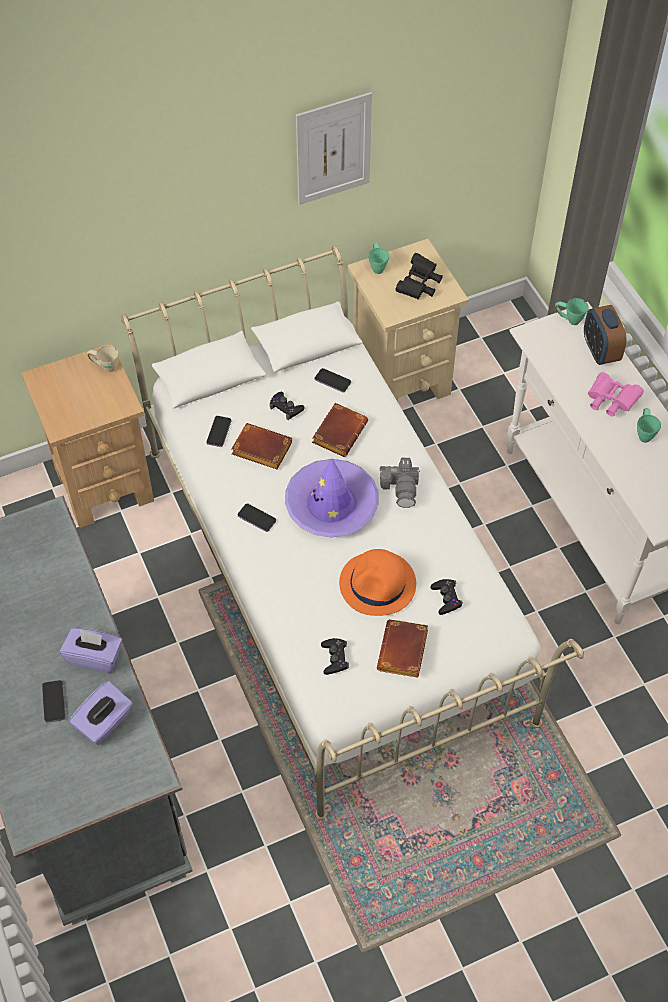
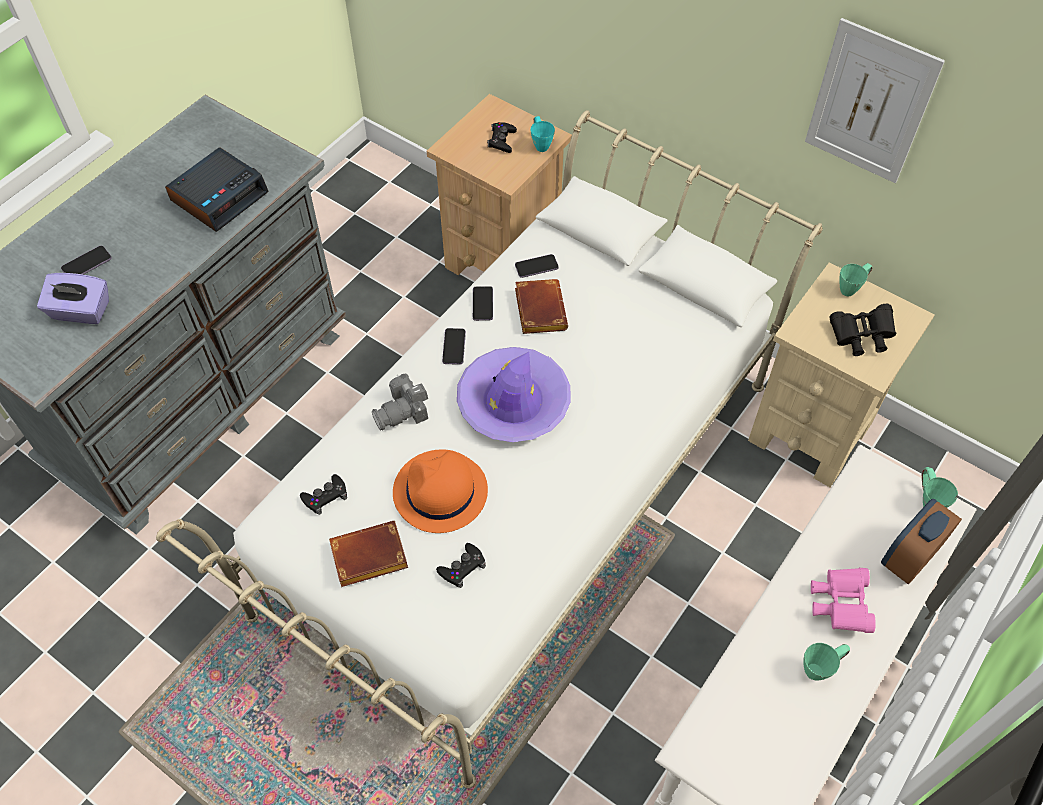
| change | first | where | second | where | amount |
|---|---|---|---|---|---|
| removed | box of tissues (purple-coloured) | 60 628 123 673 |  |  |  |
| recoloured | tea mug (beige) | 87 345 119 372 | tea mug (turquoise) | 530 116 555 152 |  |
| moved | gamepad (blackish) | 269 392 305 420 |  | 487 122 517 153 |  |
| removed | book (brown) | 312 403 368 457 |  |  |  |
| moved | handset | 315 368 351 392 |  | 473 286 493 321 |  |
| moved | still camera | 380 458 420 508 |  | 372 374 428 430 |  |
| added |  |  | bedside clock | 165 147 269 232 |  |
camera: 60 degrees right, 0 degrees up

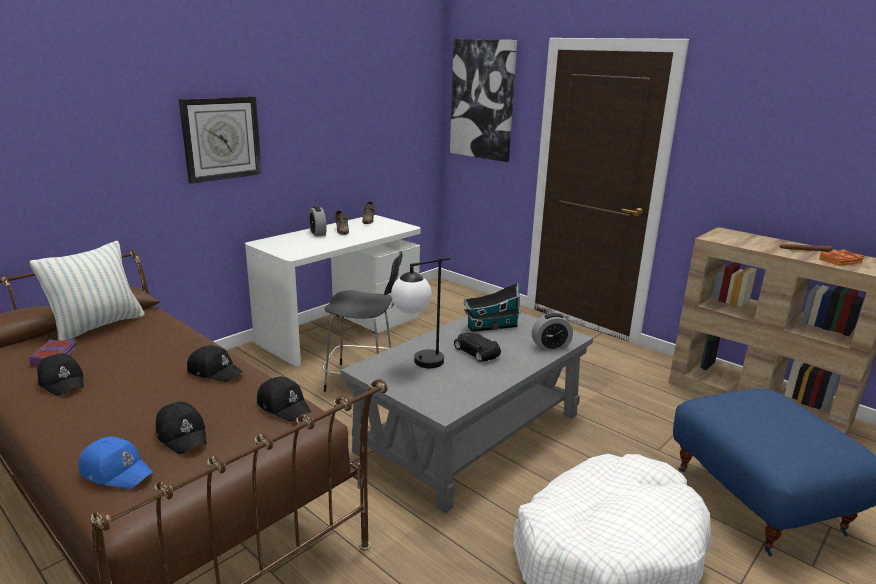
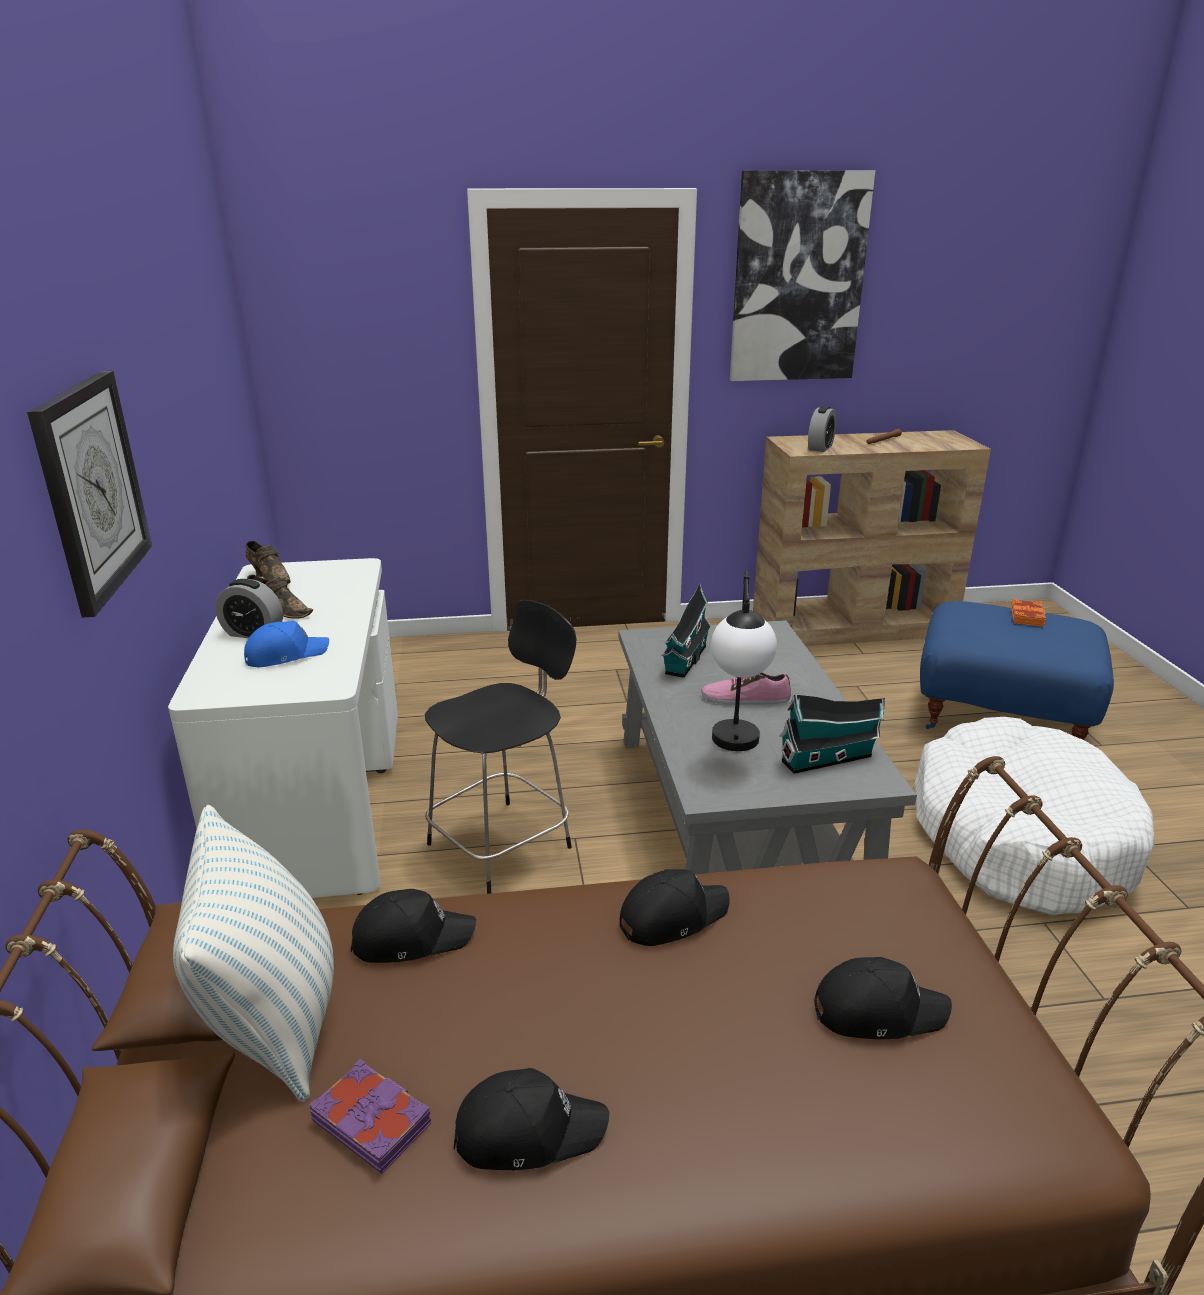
| change | first | where | second | where | amount |
|---|---|---|---|---|---|
| moved | cap (blue) | 79 436 153 489 |  | 244 621 329 667 |  |
| moved | cap (blackish) | 257 377 311 422 |  | 351 889 476 963 |  |
| moved | wall picture | 450 39 517 162 |  | 730 170 875 381 |  |
| replaced | miniature car (blackish) | 454 333 501 362 | item of footwear | 701 672 791 705 |  |
| moved | bedside clock | 532 313 573 351 |  | 808 406 836 452 |  |
| moved | book (orangey) | 819 249 864 266 |  | 1011 599 1046 627 |  |
| added |  |  | model house | 779 694 885 774 |  |
camera: 50 degrees left, 5 degrees up

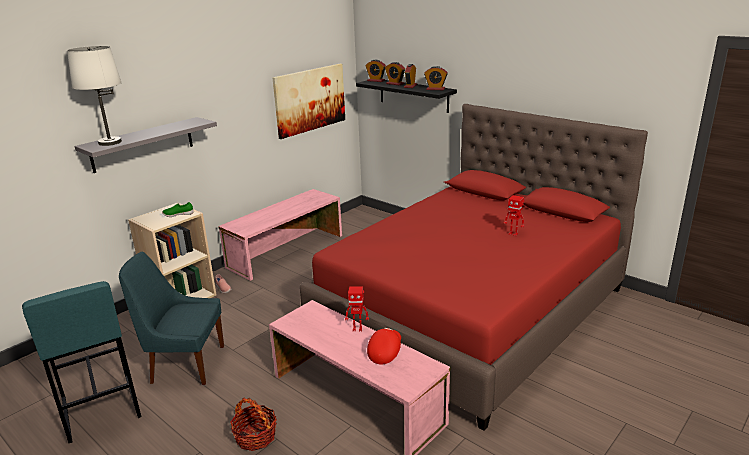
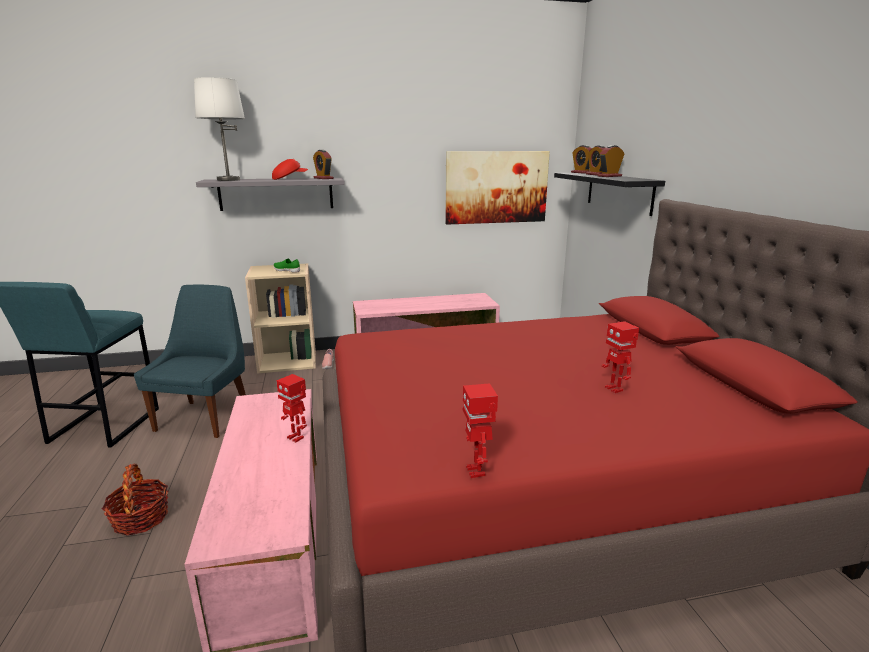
| change | first | where | second | where | amount |
|---|---|---|---|---|---|
| turned | upright chair (blue) | 119 252 224 385 |  | 134 285 246 438 | 60 degrees clockwise |
| moved | cap (reddish) | 367 328 401 365 |  | 272 159 308 180 |  |
| moved | bedside clock | 424 66 448 90 |  | 313 150 334 179 |  |
| added |  |  | model robot | 463 383 498 478 |  |
camera: 35 degrees right, 5 degrees down

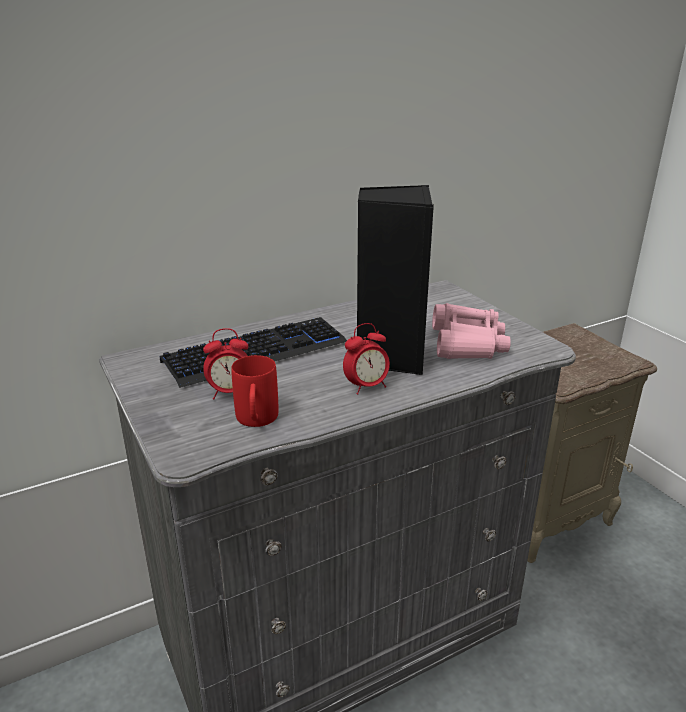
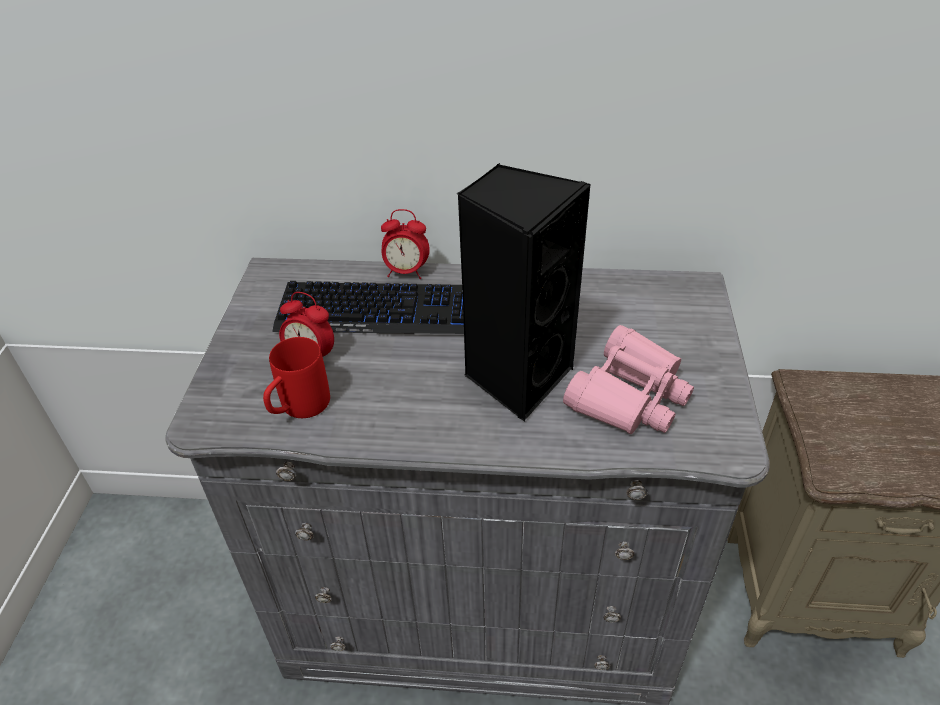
| change | first | where | second | where | amount |
|---|---|---|---|---|---|
| moved | bedside clock | 343 323 390 395 |  | 381 209 430 279 |  |
camera: 35 degrees right, 15 degrees up

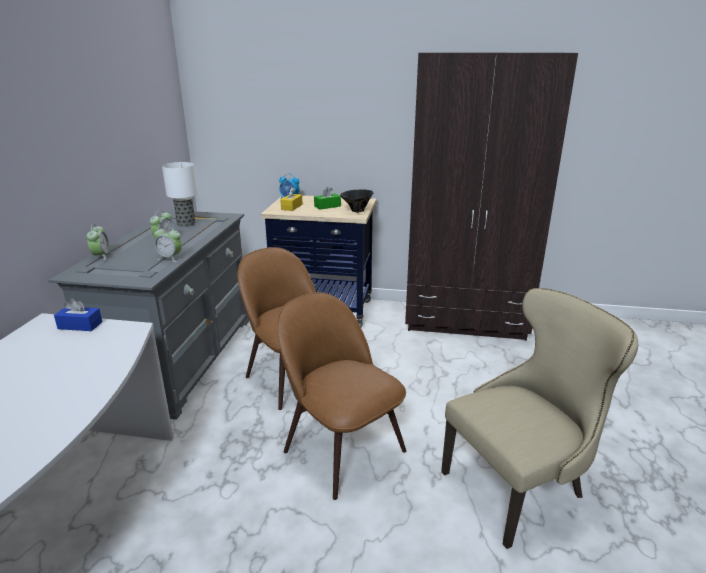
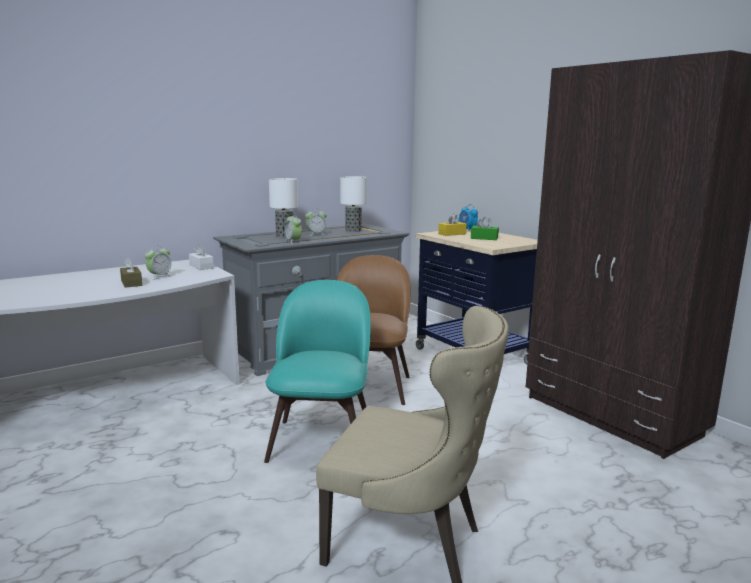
| change | first | where | second | where | amount |
|---|---|---|---|---|---|
| recoloured | box of tissues (blue) | 54 298 102 331 | box of tissues (white-coloured) | 189 244 214 270 |  |
| moved | bedside clock | 86 224 112 261 |  | 145 245 171 280 |  |
| recoloured | upright chair (brown) | 277 292 407 500 | upright chair (turquoise) | 264 280 371 463 |  |
| removed | bowl (blackish) | 340 189 373 213 |  |  |  |
| added |  |  | box of tissues (brown) | 120 258 142 288 |  |
| added |  |  | table lamp | 269 178 298 237 |  |
camera: 45 degrees right, 10 degrees down

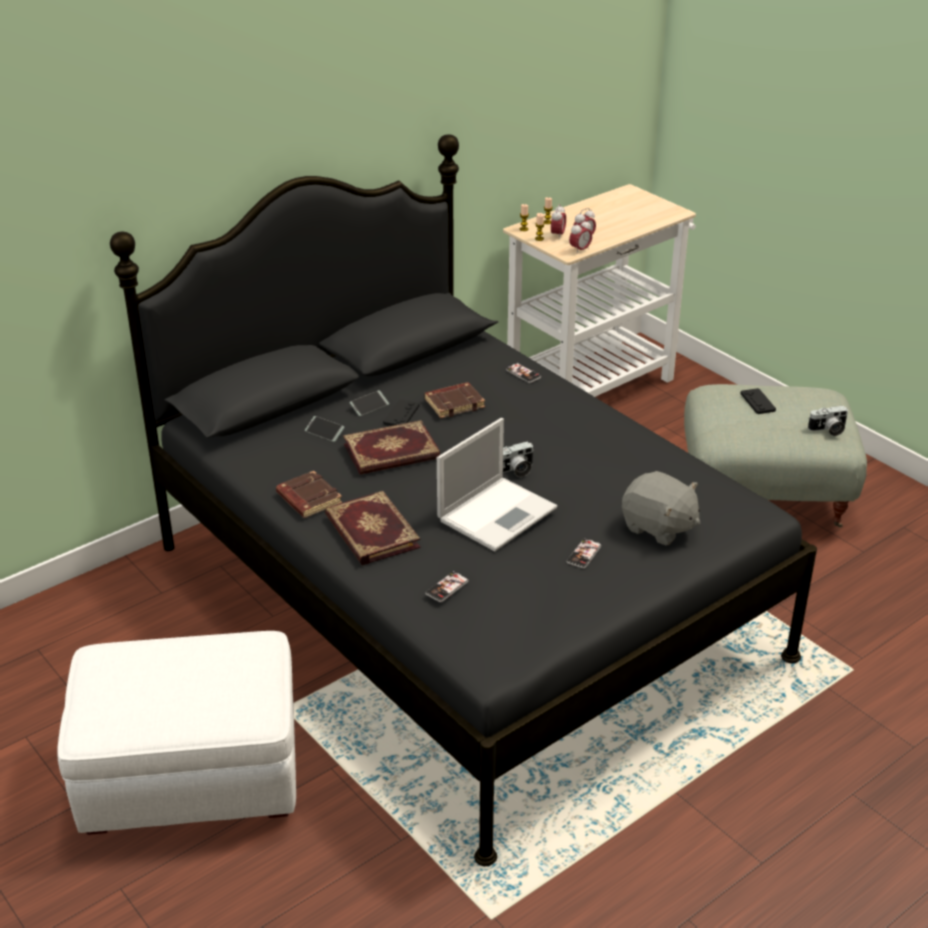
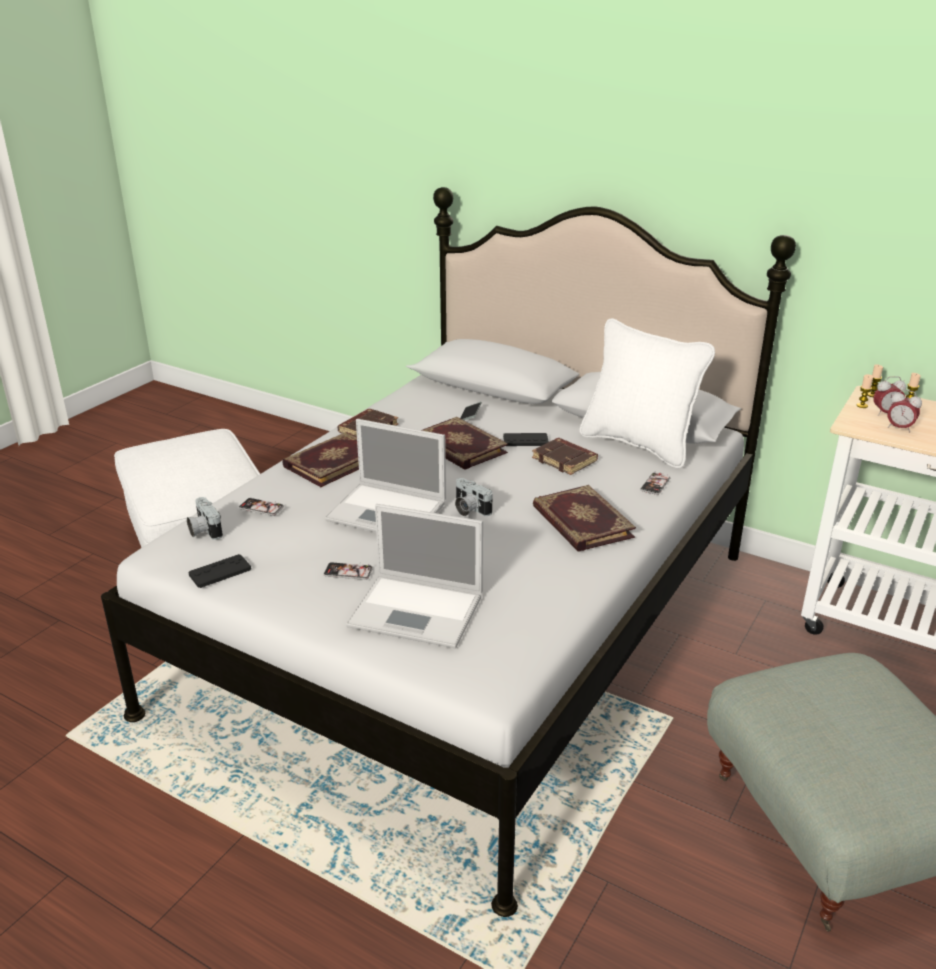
| change | first | where | second | where | amount |
|---|---|---|---|---|---|
| recoloured | bed (blackish) | 110 134 817 866 | bed (white-coloured) | 101 187 796 917 |  |
| removed | handset | 350 390 389 416 |  |  |  |
| removed | bedside clock | 569 219 592 254 |  |  |  |
| replaced | plush toy (grey) | 622 471 700 545 | laptop | 346 504 483 649 |  |
| moved | gamepad (blackish) | 740 388 776 414 |  | 188 554 251 588 |  |
| moved | still camera | 808 406 848 436 |  | 187 497 223 540 |  |
| added |  |  | book | 533 485 636 552 |  |
| added |  |  | cushion (white-coloured) | 579 318 715 468 |  |
camera: 70 degrees right, 5 degrees down

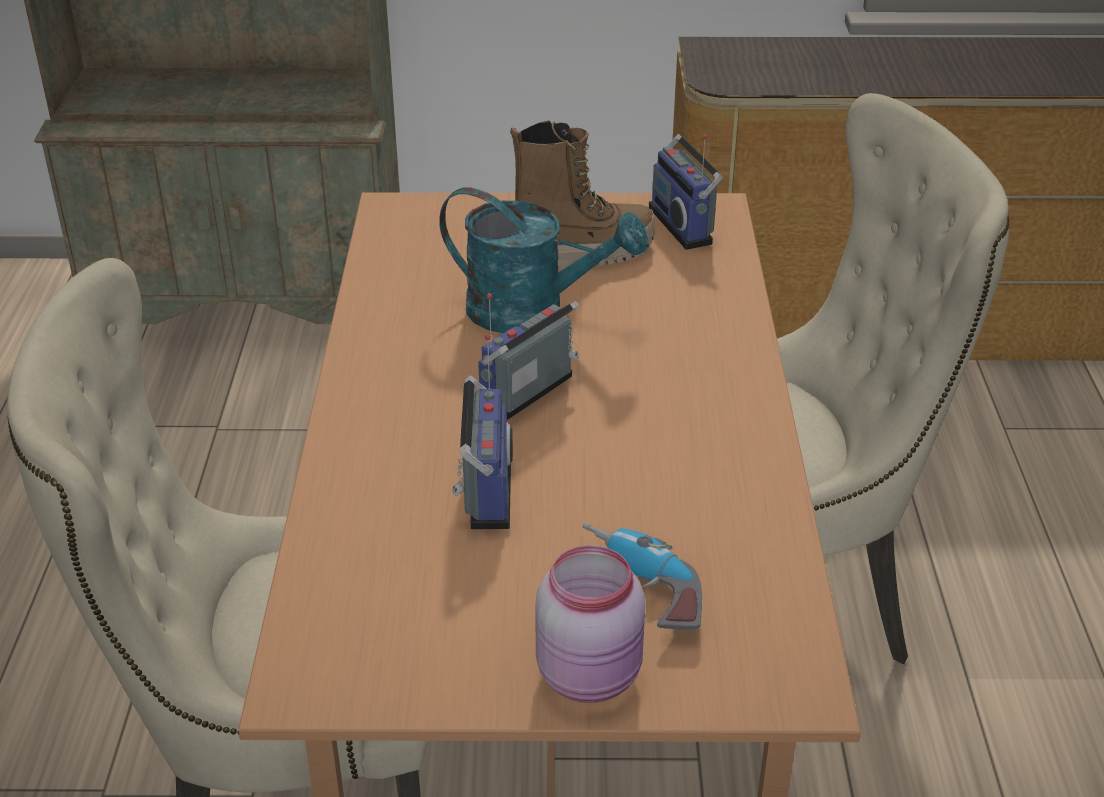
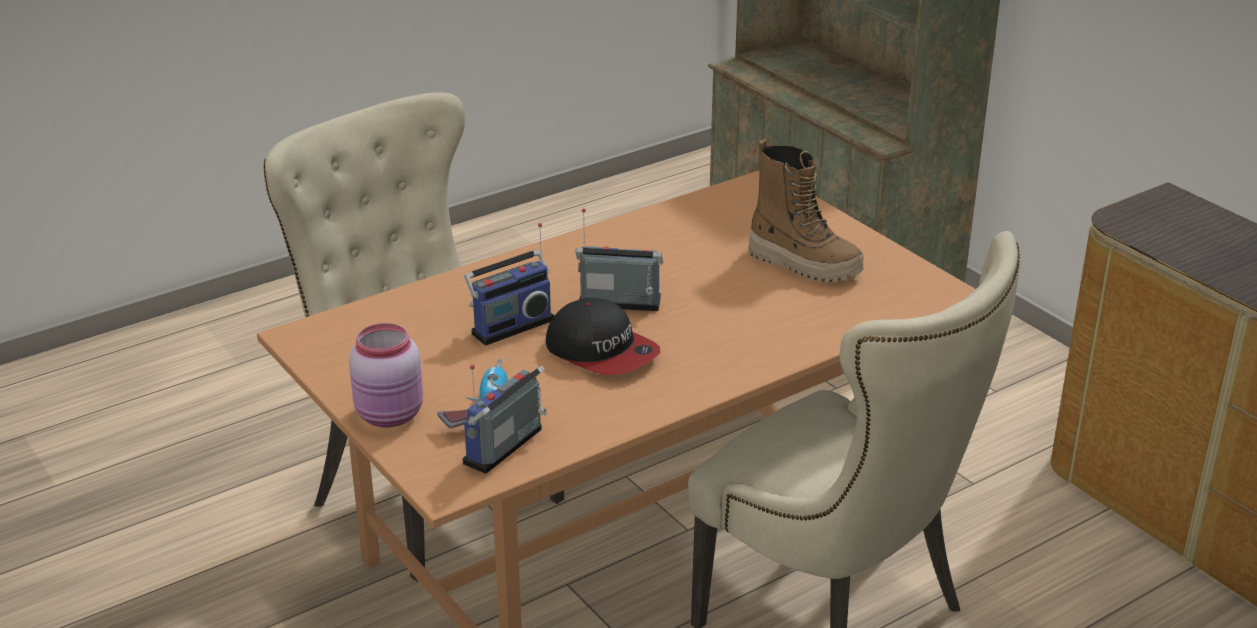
| change | first | where | second | where | amount |
|---|---|---|---|---|---|
| removed | watering pot (turquoise) | 439 187 648 333 |  |  |  |
| moved | radio receiver | 649 134 723 250 |  | 463 365 547 474 |  |
| added |  |  | cap | 546 298 661 375 |  |
camera: 55 degrees right, 5 degrees down

